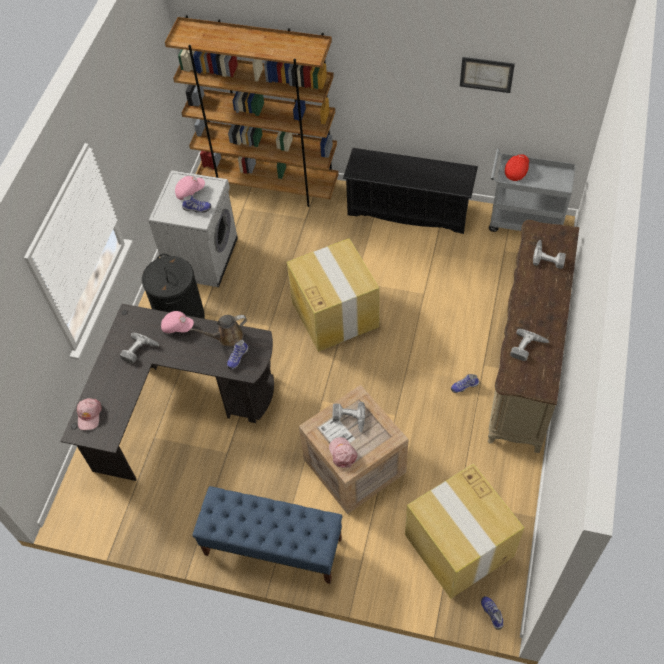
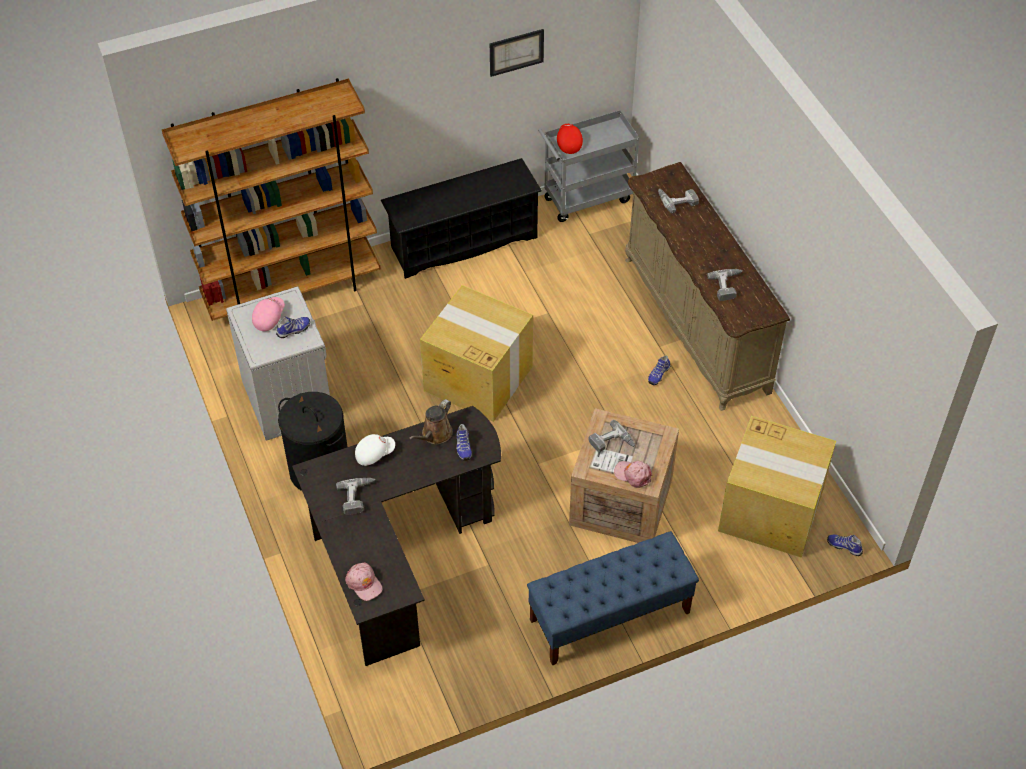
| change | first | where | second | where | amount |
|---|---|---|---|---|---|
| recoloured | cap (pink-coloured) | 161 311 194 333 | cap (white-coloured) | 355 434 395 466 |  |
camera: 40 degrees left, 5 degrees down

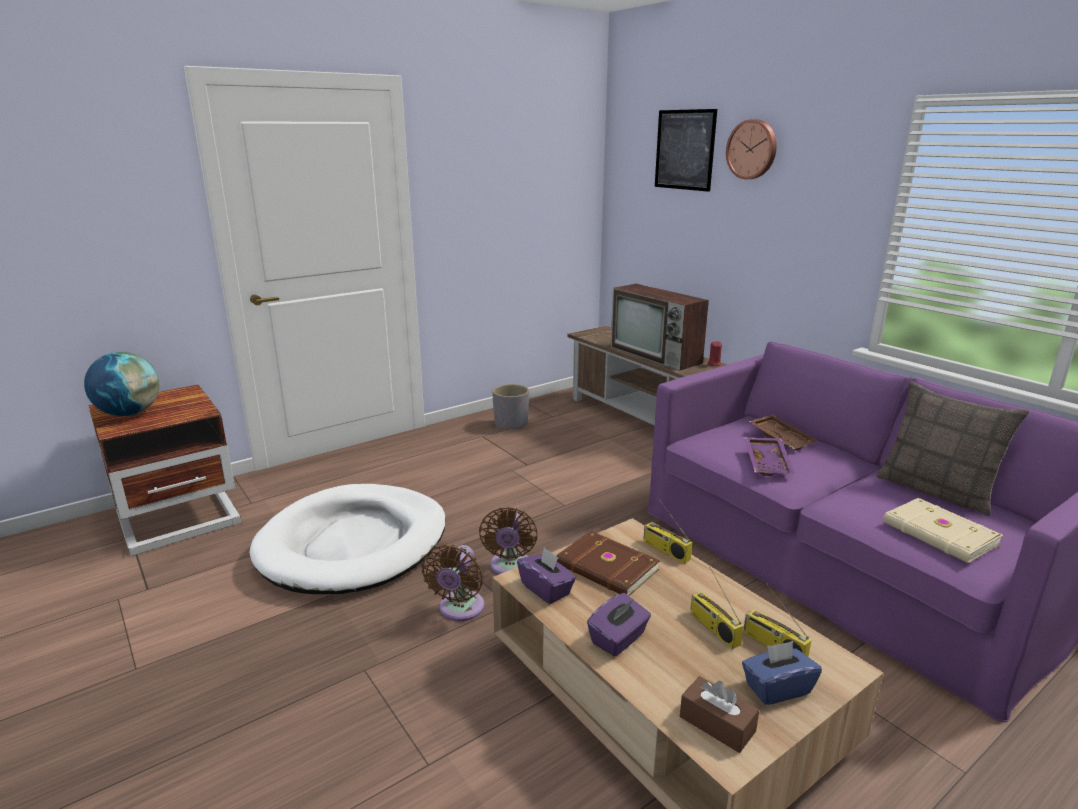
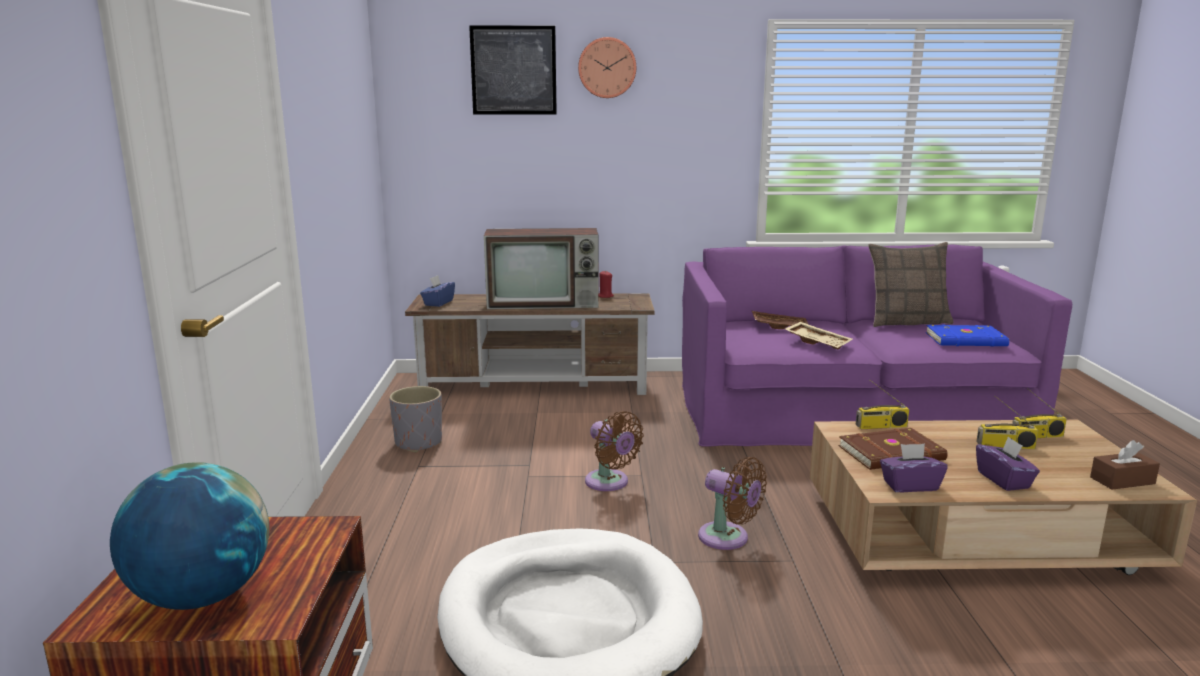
| change | first | where | second | where | amount |
|---|---|---|---|---|---|
| moved | cooling fan (brown) | 422 545 484 621 |  | 585 411 644 491 |  |
| moved | box of tissues (blue) | 742 641 822 705 |  | 420 275 455 307 |  |
| recoloured | tray (purple-coloured) | 744 437 795 476 | tray (beige) | 785 322 852 350 |  |
| recoloured | book (beige) | 883 498 1003 563 | book (blue) | 926 325 1009 347 |  |
camera: 55 degrees left, 5 degrees down

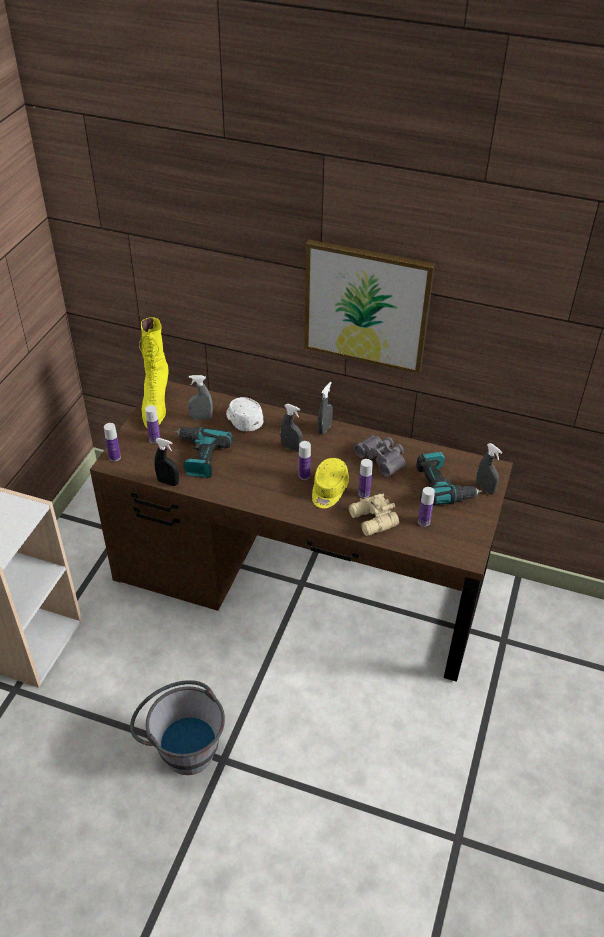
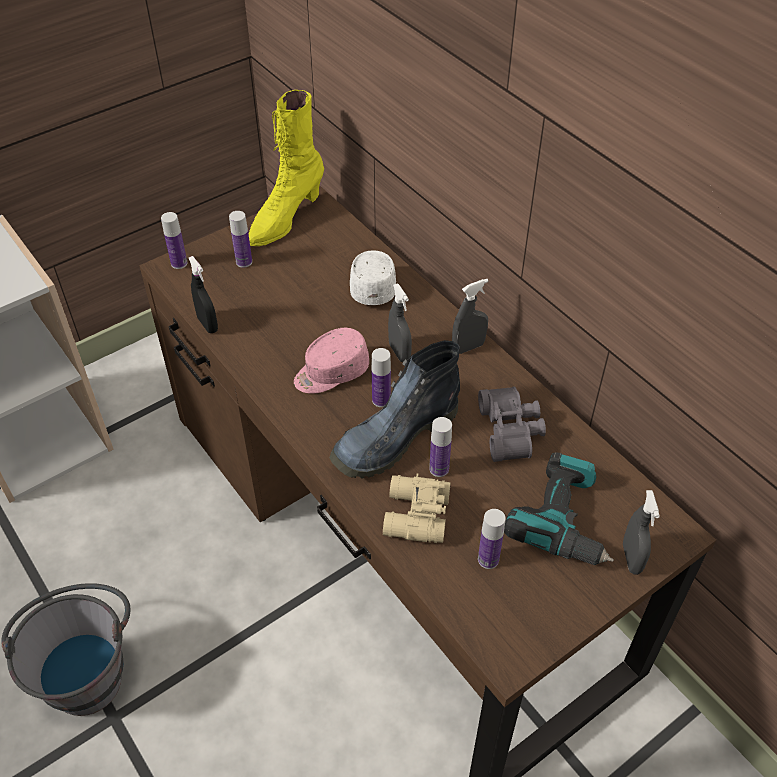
| change | first | where | second | where | amount |
|---|---|---|---|---|---|
| removed | drill | 174 427 233 478 |  |  |  |
| removed | sprayer (grey) | 188 375 213 420 |  |  |  |
| removed | wall picture | 304 240 435 374 |  |  |  |
| replaced | cap (yellow) | 312 458 349 509 | tall boot | 330 340 460 479 |  |
| added |  |  | cap (pink-coloured) | 294 328 369 393 |  |
camera: 35 degrees right, 5 degrees up

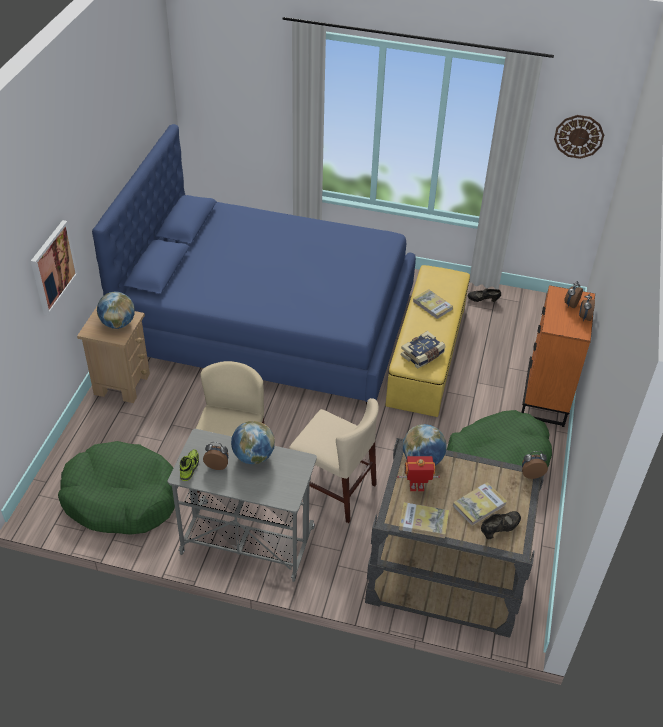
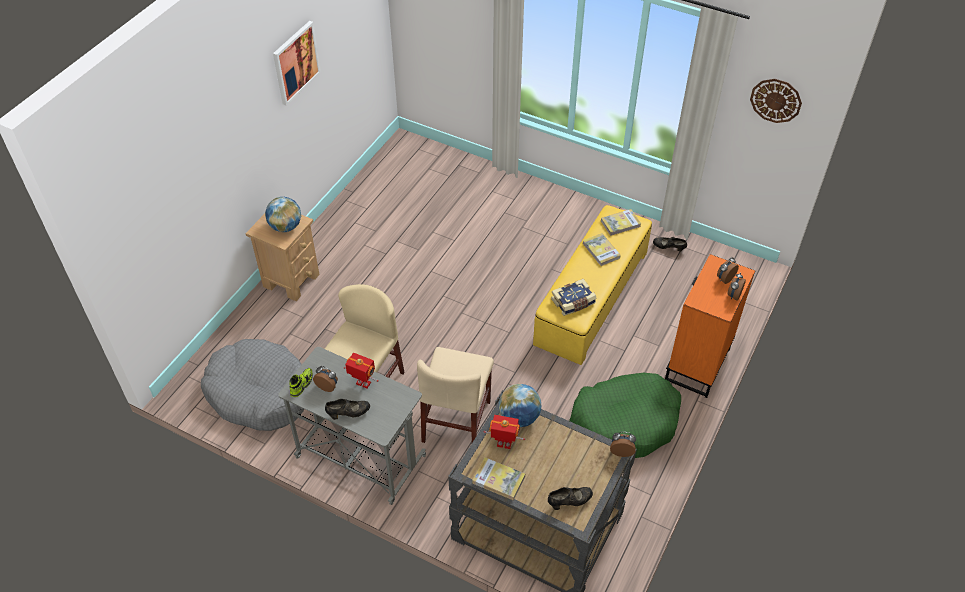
| change | first | where | second | where | amount |
|---|---|---|---|---|---|
| moved | wall picture | 31 220 78 316 |  | 273 21 321 106 |  |
| recoloured | dog cushion (greenish) | 58 441 175 535 | dog cushion (grey) | 201 339 304 431 |  |
| removed | bed (blue) | 92 124 416 406 |  |  |  |
| replaced | globe | 231 421 275 464 | model robot | 344 353 379 389 |  |
| turned | upright chair (beige) | 289 398 379 523 |  | 417 347 494 443 | 60 degrees clockwise |
| moved | book | 453 482 507 526 |  | 601 209 641 236 |  |
| added |  |  | item of footwear (blackish) | 325 399 370 420 |  |
camera: 15 degrees right, 5 degrees up

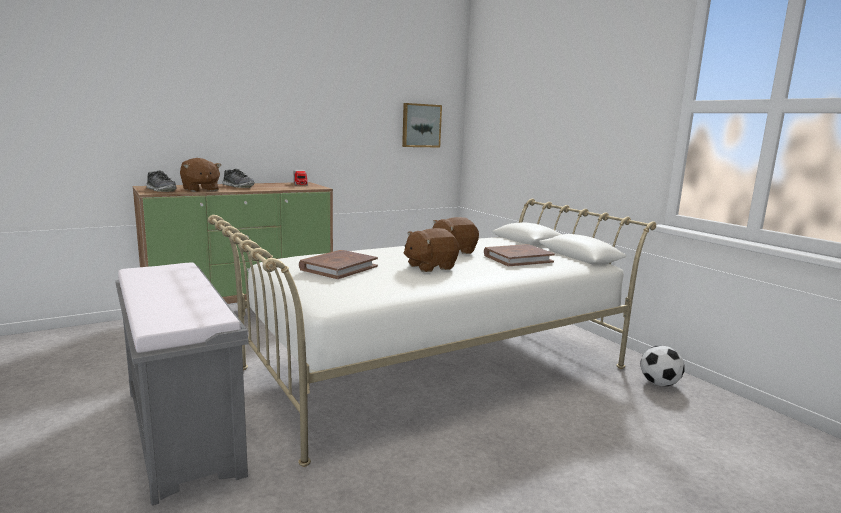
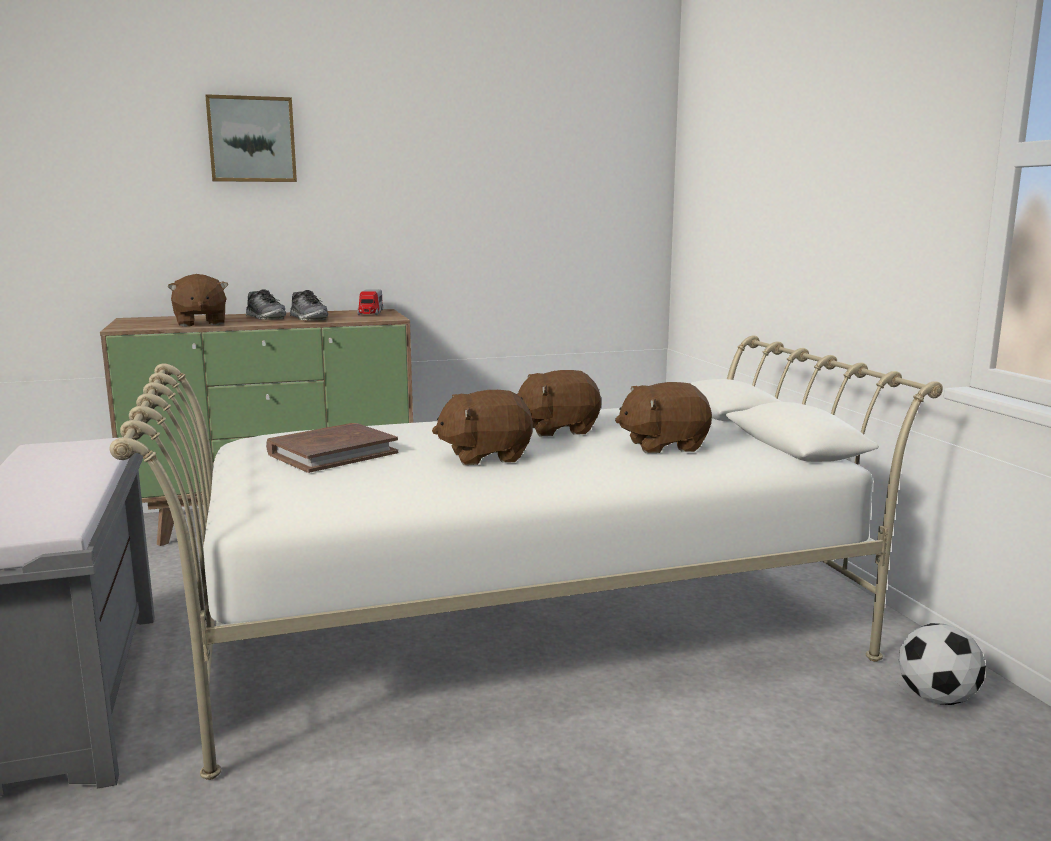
| change | first | where | second | where | amount |
|---|---|---|---|---|---|
| moved | item of footwear | 146 171 177 192 |  | 290 290 328 320 |  |
| moved | wall picture | 402 103 442 147 |  | 205 94 297 182 |  |
| replaced | book (brown) | 484 244 555 266 | plush toy (brown) | 615 382 712 453 |  |
camera: 15 degrees right, 0 degrees up

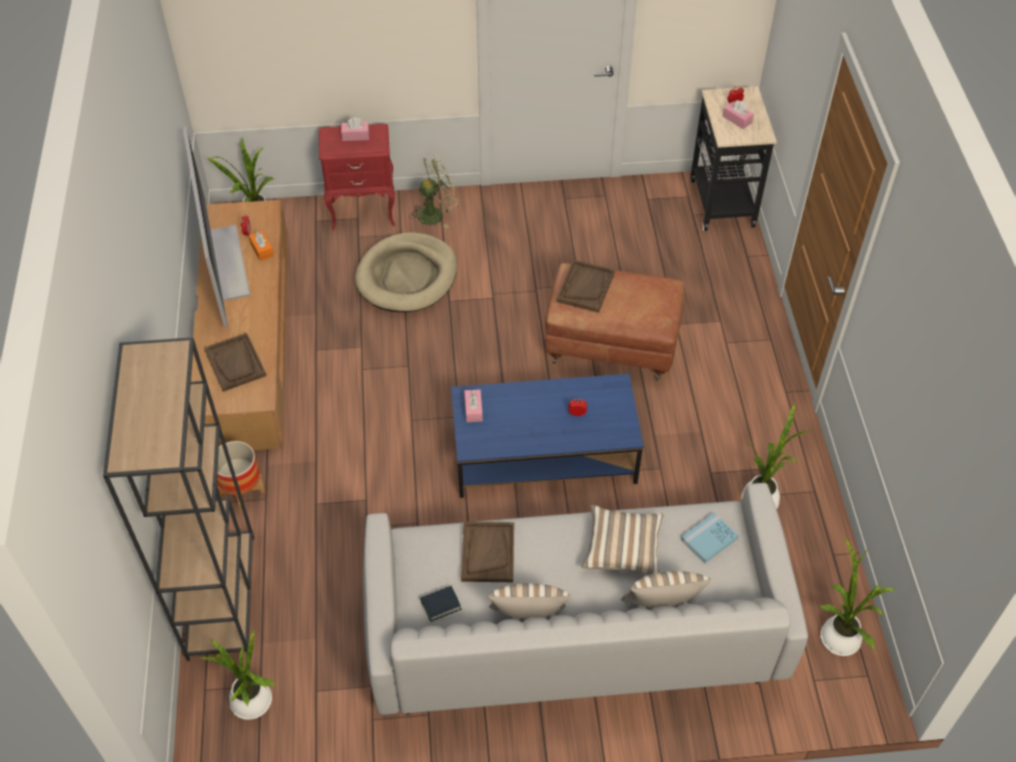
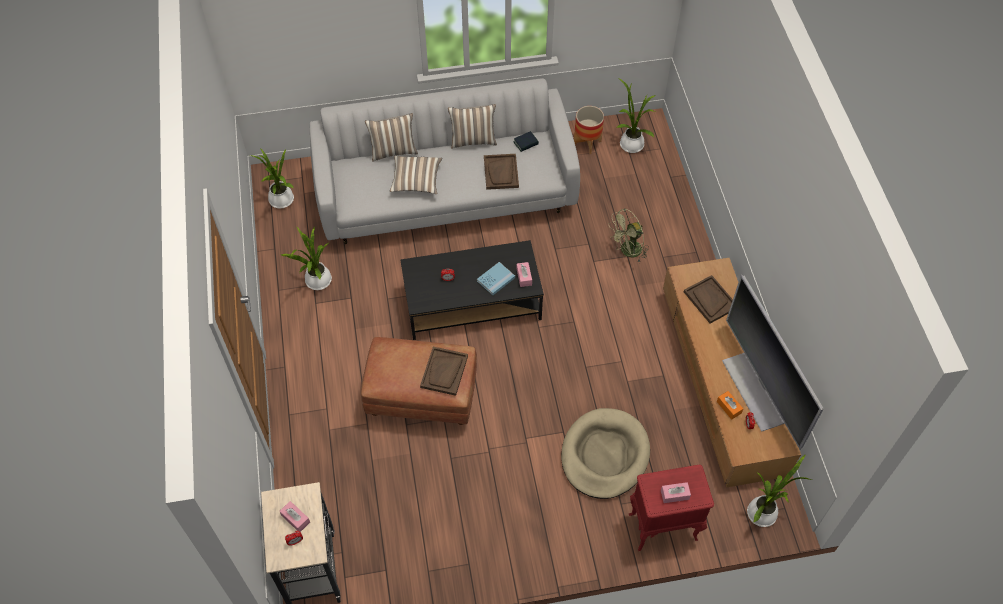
| change | first | where | second | where | amount |
|---|---|---|---|---|---|
| removed | bookcase | 103 337 254 661 |  |  |  |
| moved | plant pot | 217 441 265 512 |  | 574 106 604 154 |  |
| moved | cooling fan (greenish) | 409 155 458 228 |  | 609 208 649 263 |  |
| recoloured | low table (blue) | 451 374 644 498 | low table (blackish) | 400 240 544 340 |  |
| moved | book (blue) | 681 512 739 563 |  | 477 262 515 295 |  |
camera: 175 degrees right, 5 degrees up

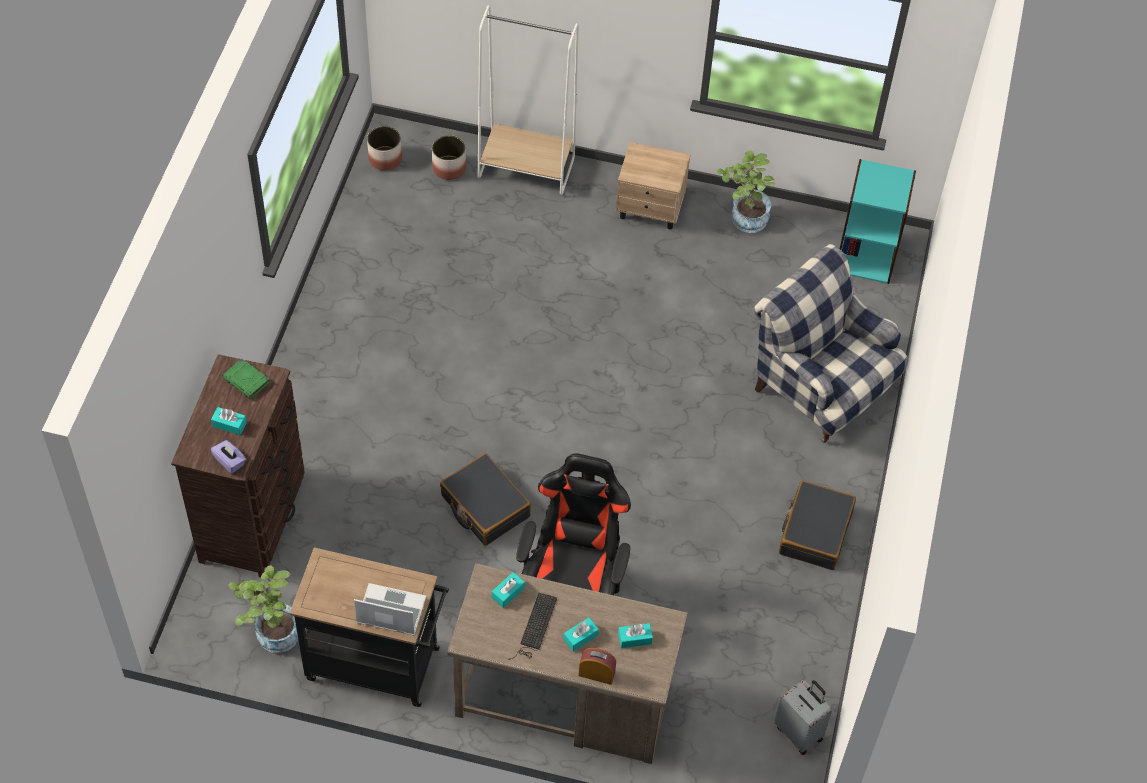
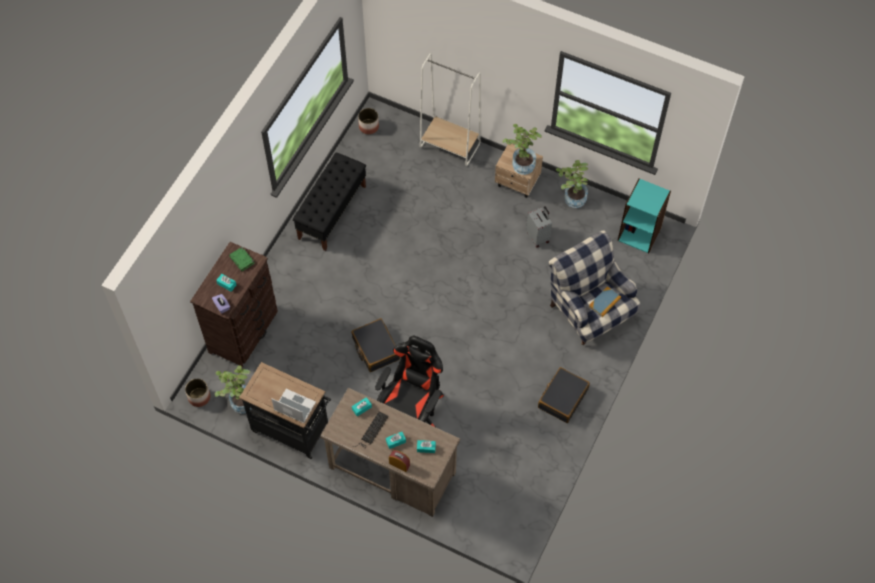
| change | first | where | second | where | amount |
|---|---|---|---|---|---|
| moved | plant pot | 432 135 466 180 |  | 185 378 211 407 |  |
| moved | suitcase (grey) | 774 680 832 755 |  | 526 206 552 248 |  |
| added |  |  | bench (blackish) | 293 152 366 251 |  |
| added |  |  | plant in a pot | 503 124 542 175 |  |
| added |  |  | book | 589 286 621 317 |  |
camera: 15 degrees right, 5 degrees up

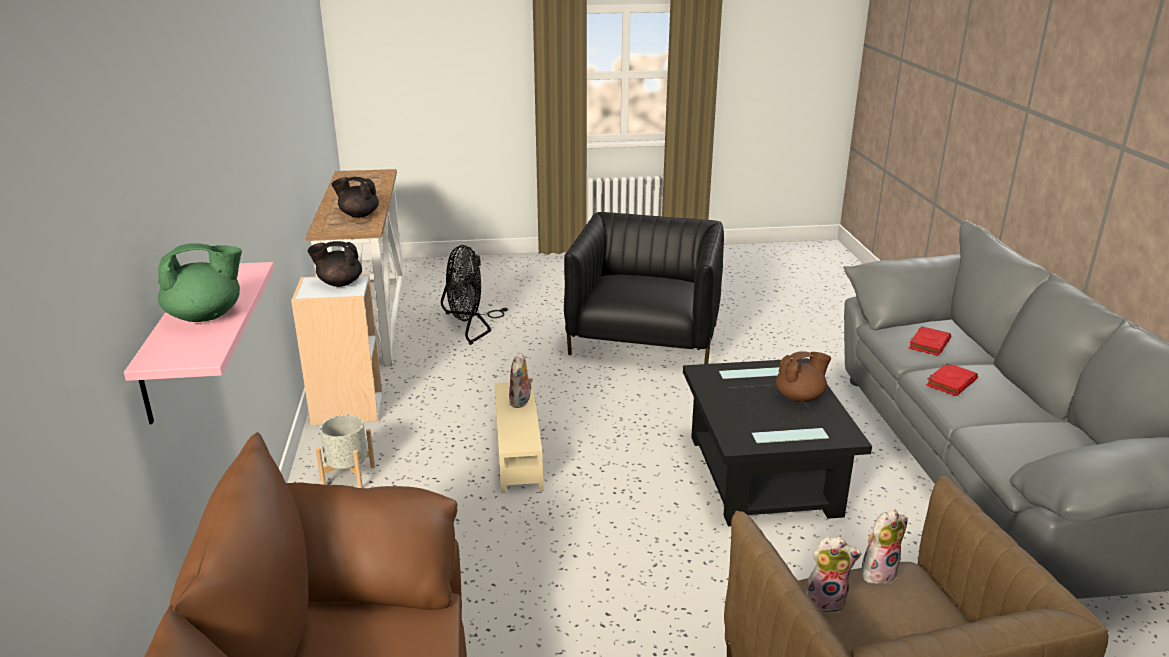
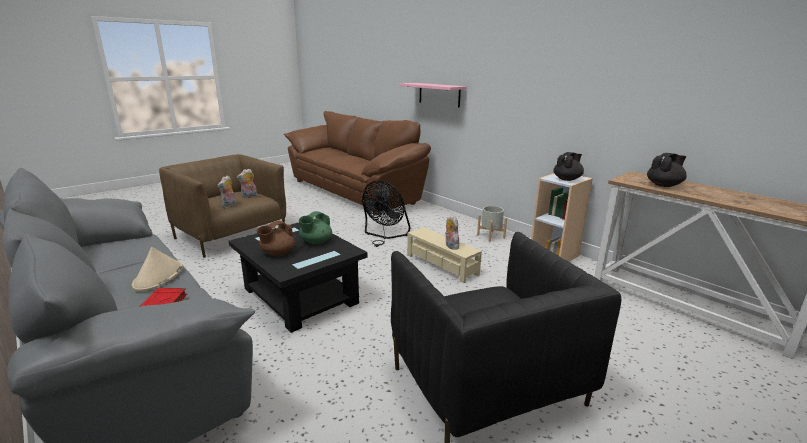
| change | first | where | second | where | amount |
|---|---|---|---|---|---|
| moved | tea pot (greenish) | 157 243 242 322 |  | 299 211 332 244 |  |
| moved | cooling fan (blackish) | 441 245 508 345 |  | 361 181 410 247 |  |
| replaced | book (reddish) | 926 363 978 396 | wearable hat (beige) | 132 247 183 291 |  |
camera: 145 degrees right, 5 degrees down

